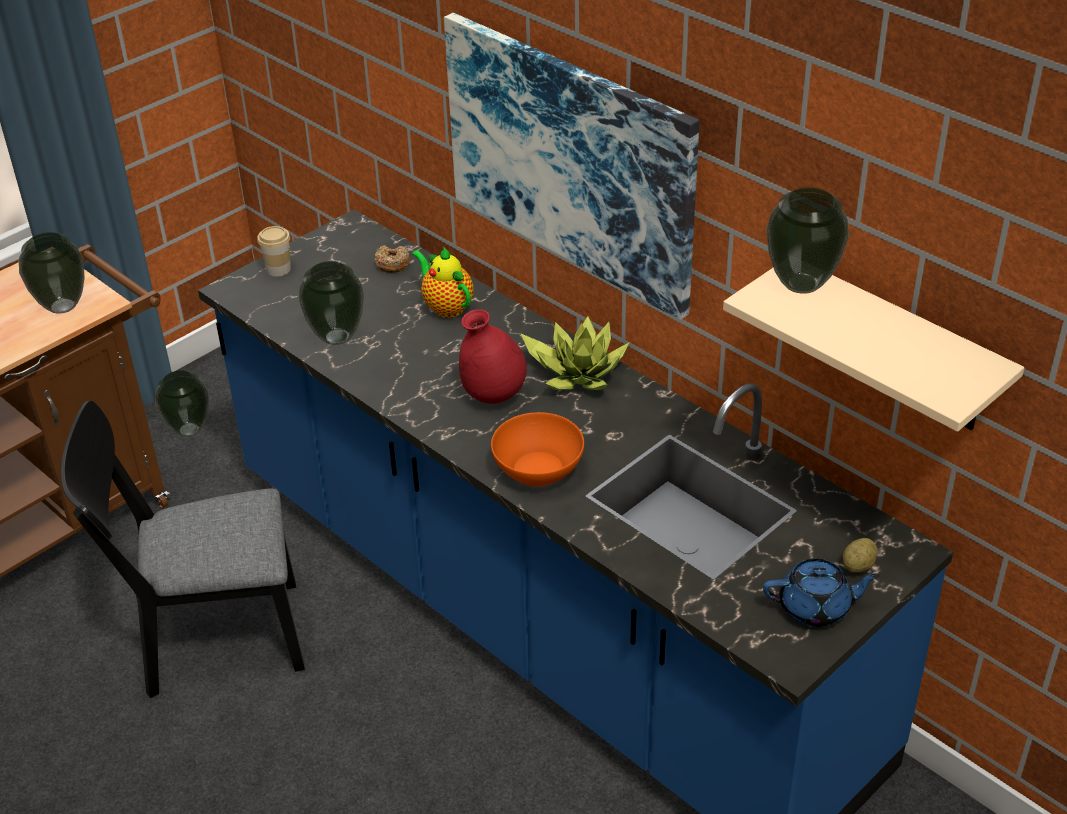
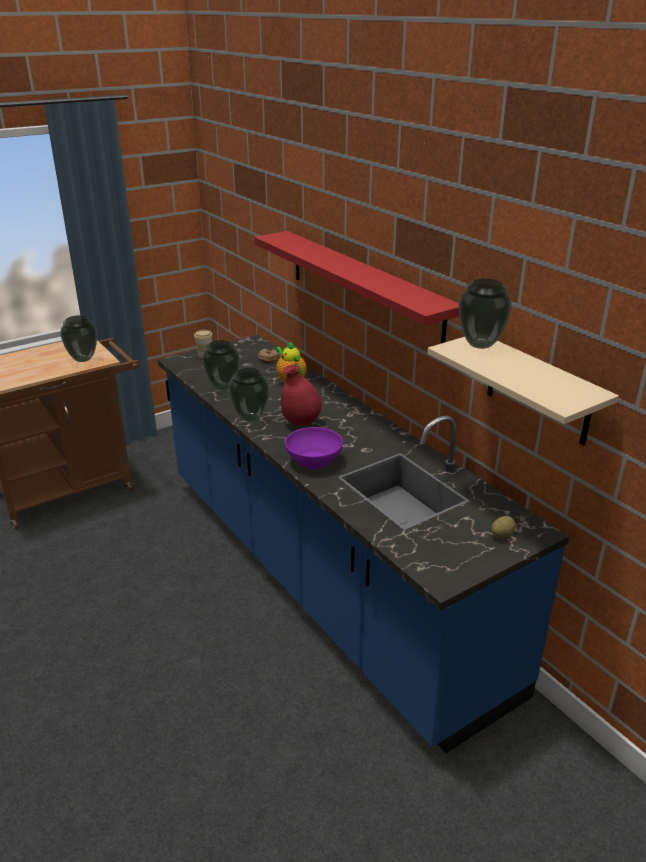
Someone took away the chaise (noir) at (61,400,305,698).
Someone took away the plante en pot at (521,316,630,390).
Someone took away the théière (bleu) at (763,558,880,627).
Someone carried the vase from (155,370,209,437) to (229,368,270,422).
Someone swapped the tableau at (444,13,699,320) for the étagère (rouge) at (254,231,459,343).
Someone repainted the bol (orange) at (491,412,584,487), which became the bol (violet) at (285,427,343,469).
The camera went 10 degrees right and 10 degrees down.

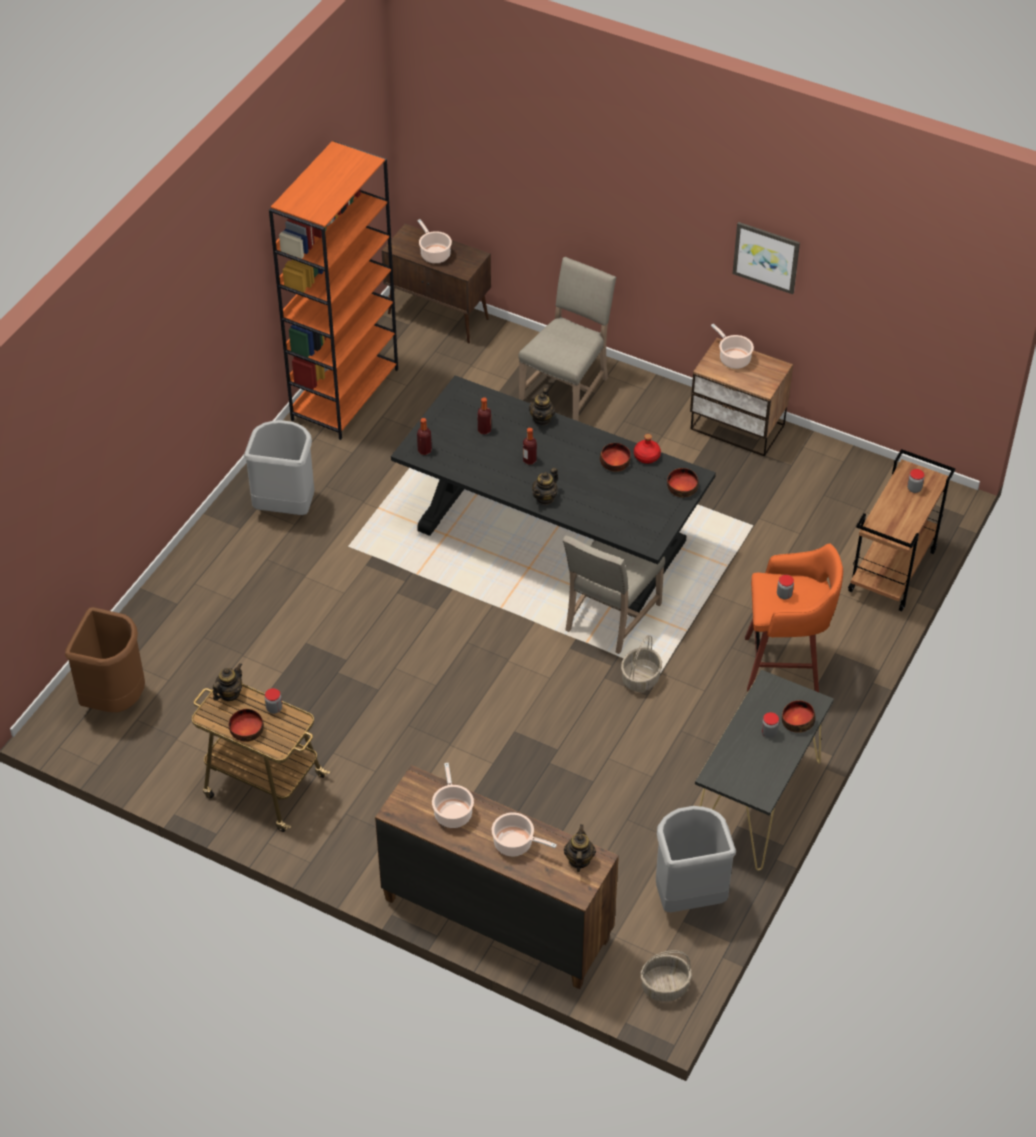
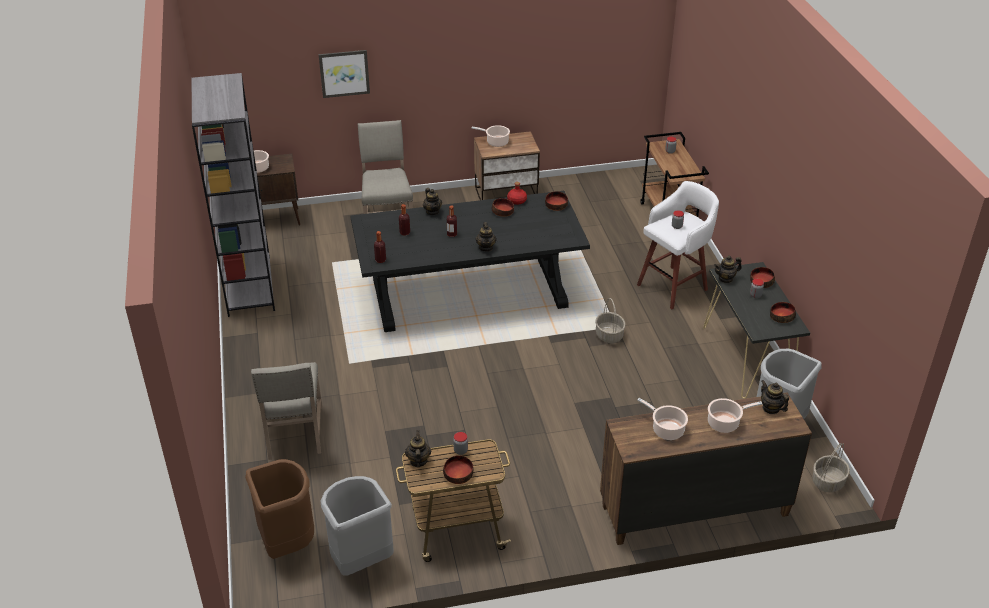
Someone put down the théière at (714,256,742,283).
Someone put down the bol at (770,302,796,323).
Someone carried the poubelle (gris) from (244,420,314,515) to (321,476,394,576).
Someone carried the chaise (beige) from (563,535,665,654) to (251,362,323,460).
Someone carried the tableau from (733,222,800,294) to (318,50,370,98).
Someone repainted the bibliothèque (orange) at (269,141,398,440), which became the bibliothèque (gris) at (191,73,275,317).
Someone repainted the tabouret (orange) at (745,544,843,692), which became the tabouret (blanc) at (637,181,719,309).
The camera went 40 degrees left and 10 degrees down.

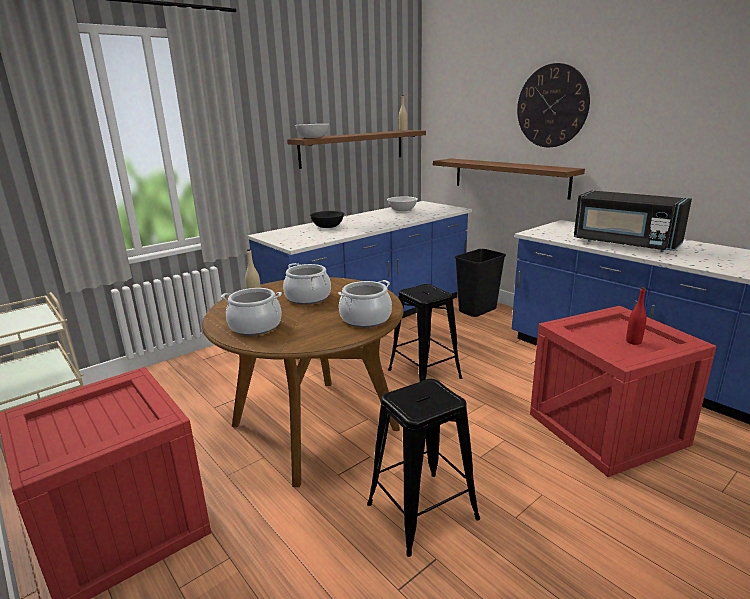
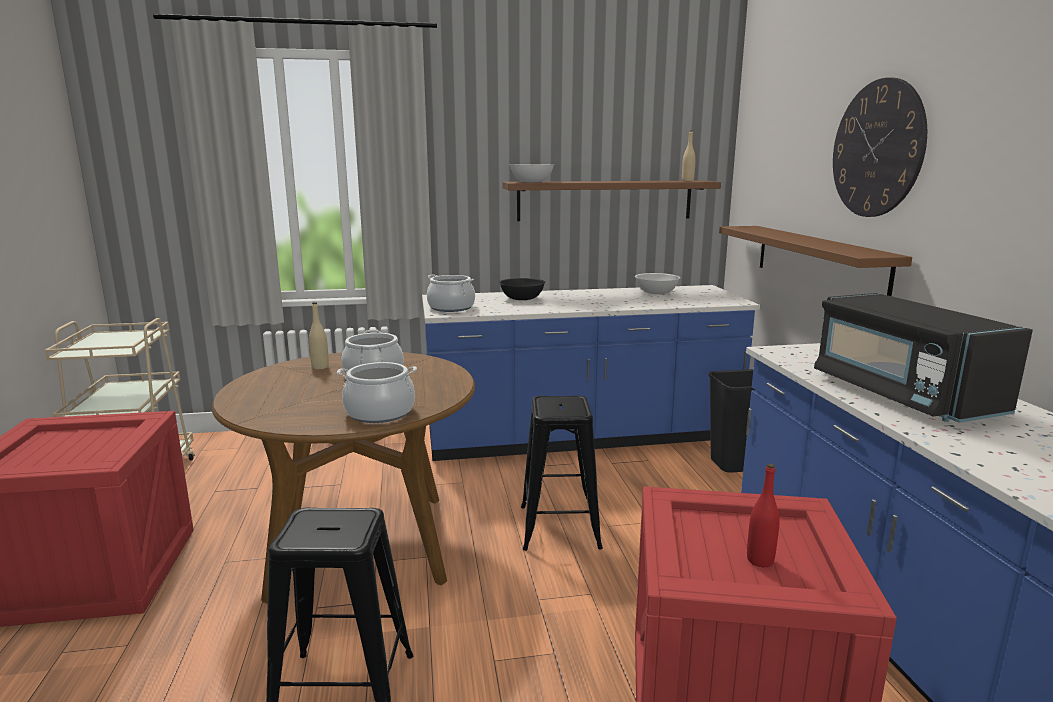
Someone carried the marmite from (221,288,282,335) to (427,274,475,312).
The camera went 30 degrees right and 5 degrees down.

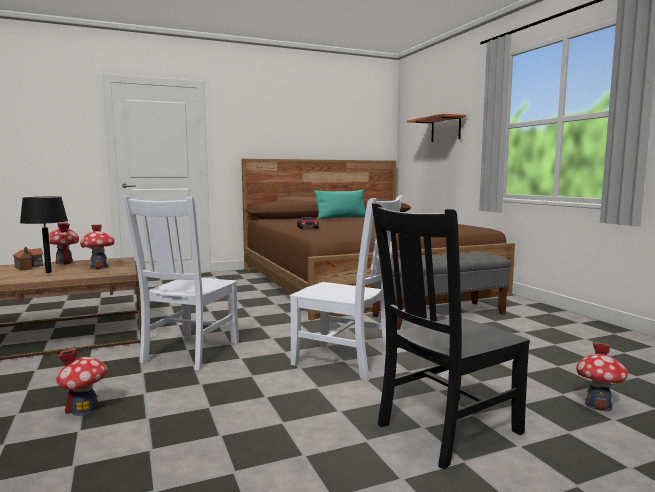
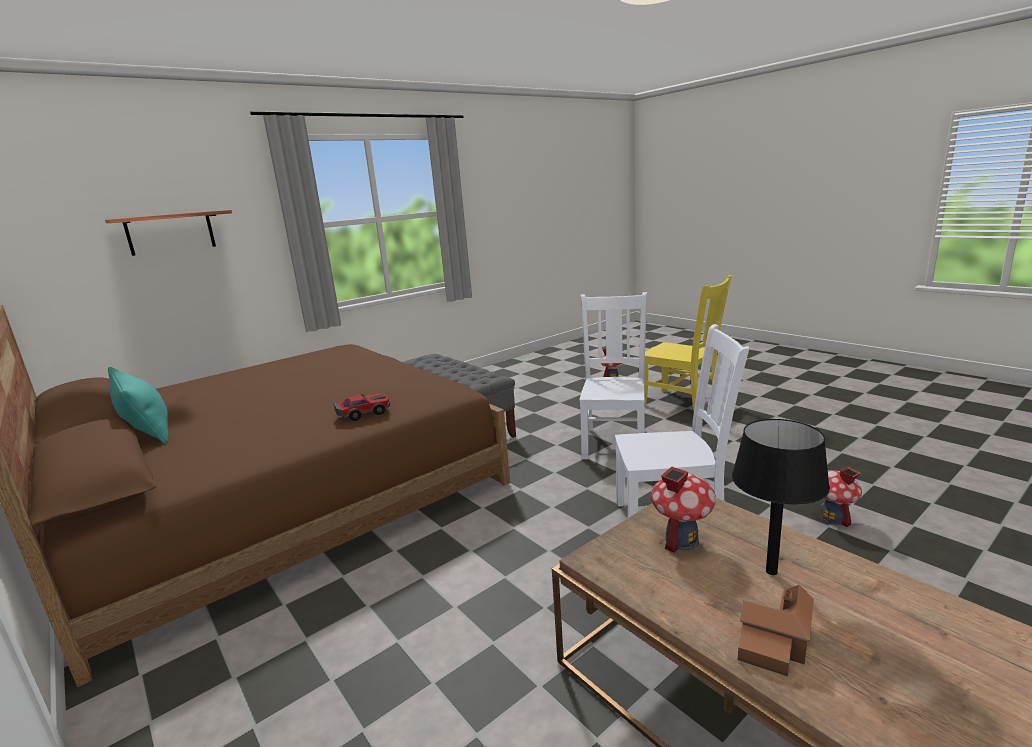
Someone took away the maison miniature at (49,222,79,264).
Someone repainted the chaise (noir) at (372,203,530,469), which became the chaise (jaune) at (644,275,732,410).
The camera went 105 degrees left and 10 degrees up.

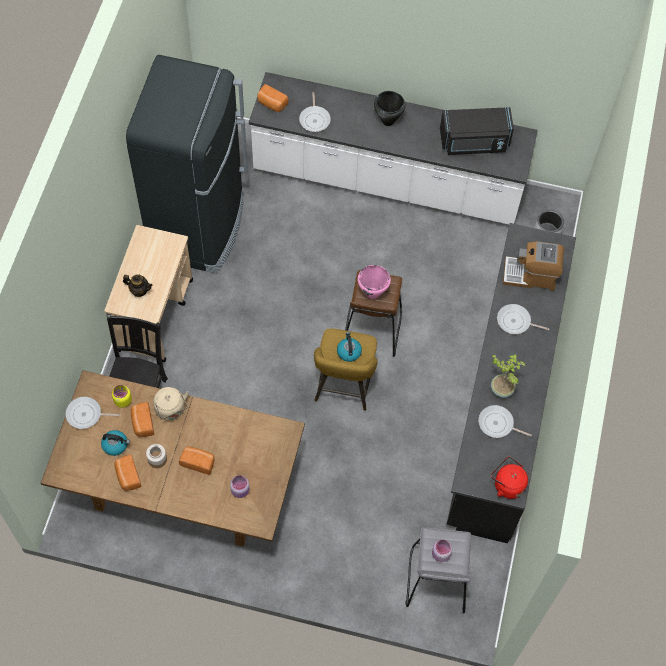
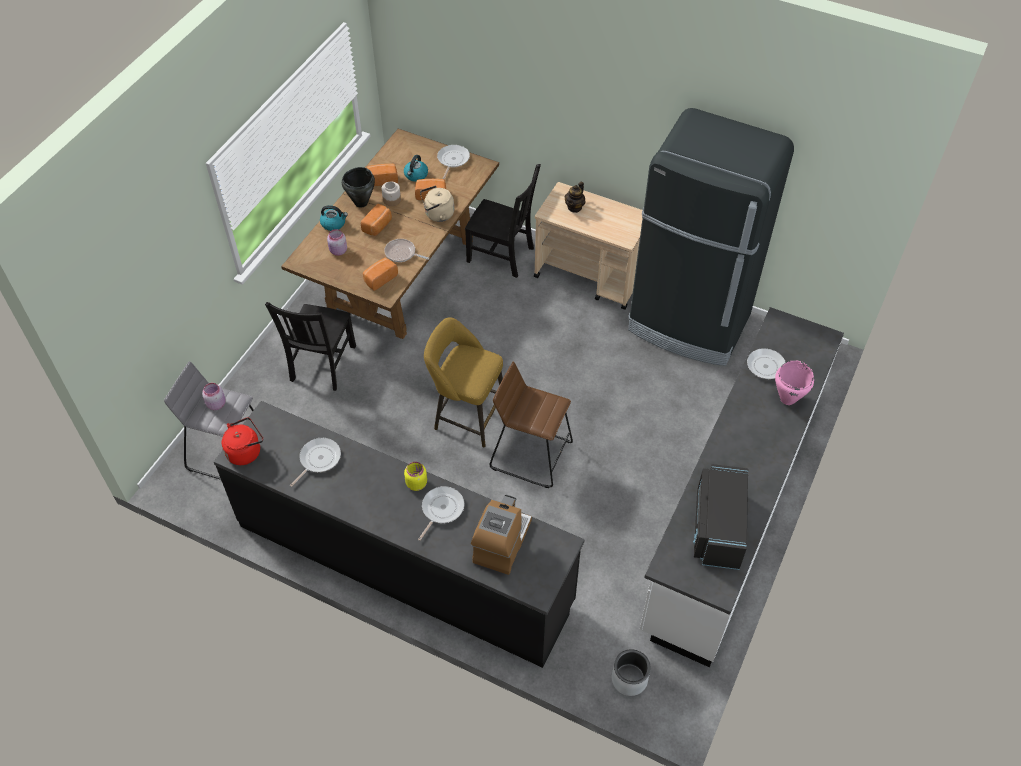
Someone took away the plante en pot at (491,354,526,398).
Someone put down the chaise (noir) at (265,302,356,391).
Someone put down the poêle at (384,239,429,262).
Someone carried the bocal (jaune) from (112,385,132,408) to (404,462,427,491).
Someone carried the pain from (257,84,289,112) to (363,258,398,291).
Someone carried the bouilloire from (337,332,362,362) to (320,205,348,231).
Someone carried the marmite (rose) from (357,265,391,299) to (775,360,814,405).
Someone carried the marmite (noir) from (374,91,406,126) to (342,167,375,208).
The camera went 105 degrees right and 10 degrees down.

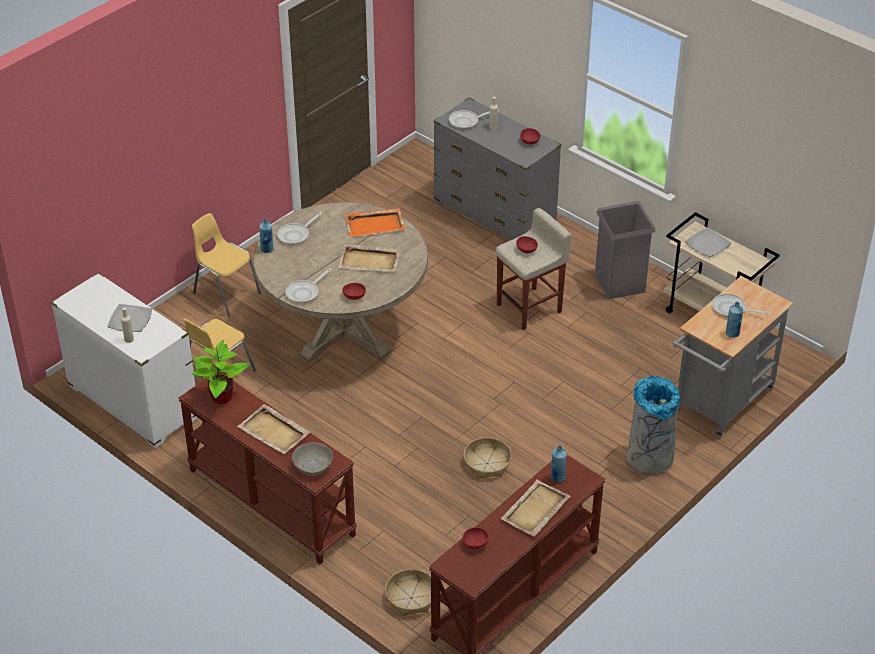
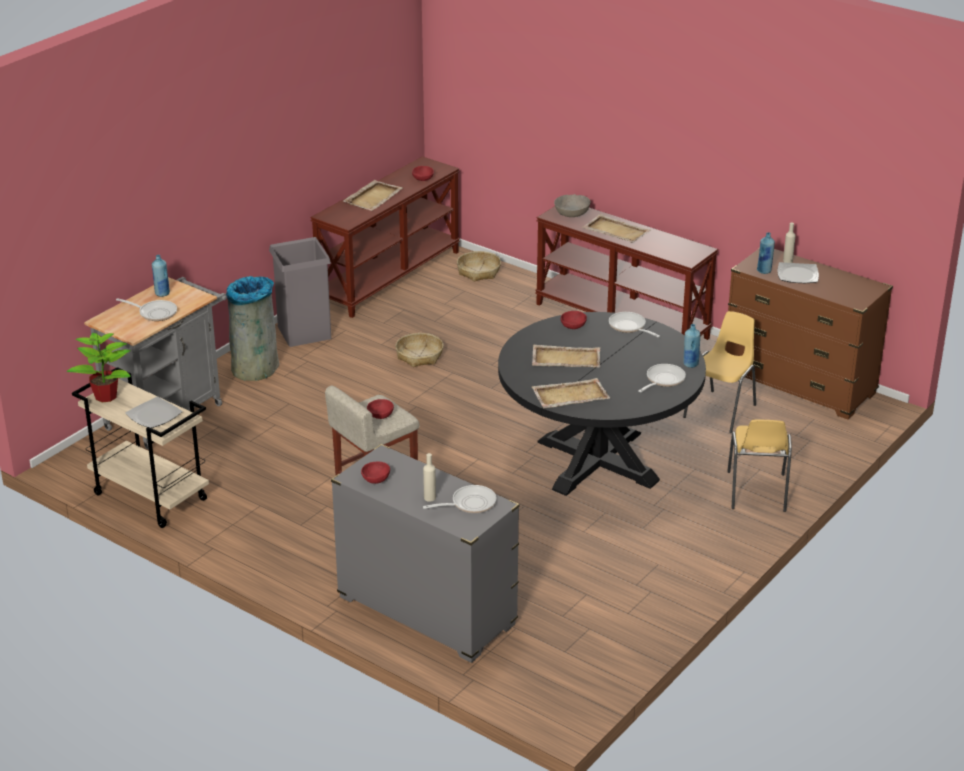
Someone carried the plante en pot from (192,340,250,404) to (66,333,131,402).
Someone carried the bouteille (bleu) from (551,445,567,482) to (757,232,775,274).
Someone carried the poubelle (gris) from (595,201,655,299) to (269,237,331,347).
Someone repainted the commode (blanc) at (51,272,198,448), which became the commode (marron) at (725,247,893,420).
Someone repainted the table à manger (beige) at (253,202,428,362), which became the table à manger (noir) at (498,312,706,496).
Someone repainted the plateau (orange) at (345,208,405,237), which became the plateau (beige) at (532,378,610,408).
Someone rotated the chaise (jaune) at (192,213,261,316) by 60 degrees clockwise.
Someone rotated the poêle at (285,268,332,303) by 75 degrees counterclockwise.
The camera went 175 degrees right and 10 degrees down.

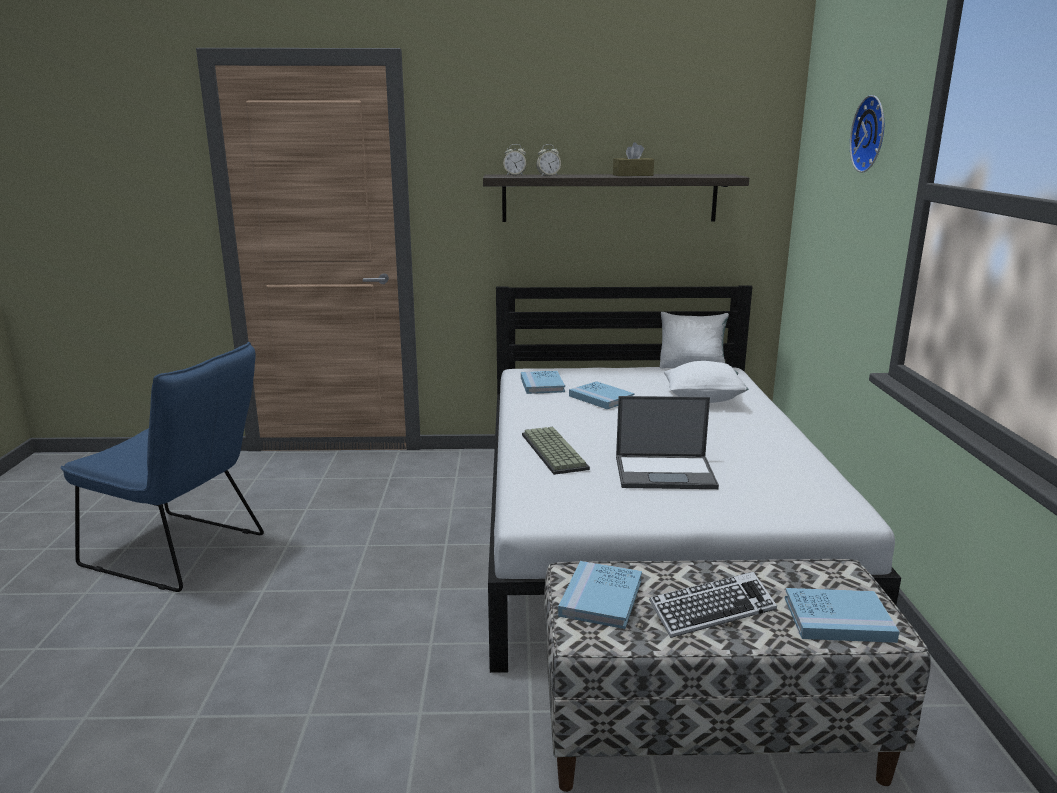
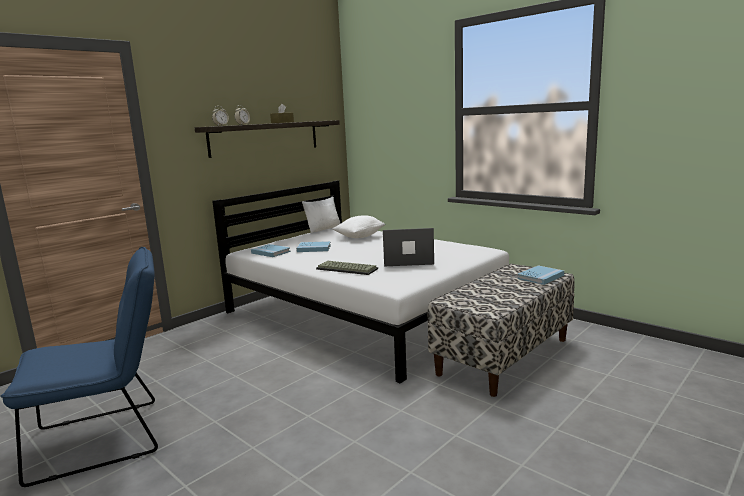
Someone took away the livre (bleu) at (558,561,642,629).
Someone took away the clavier at (649,572,777,638).
Someone took away the horloge murale at (850,95,884,173).
Someone rotated the ordinateur portable at (616,396,719,489) by 135 degrees counterclockwise.
The camera went 45 degrees left and 5 degrees down.

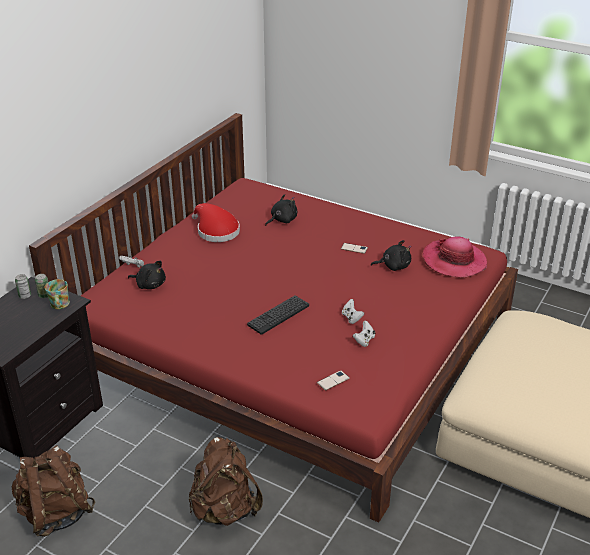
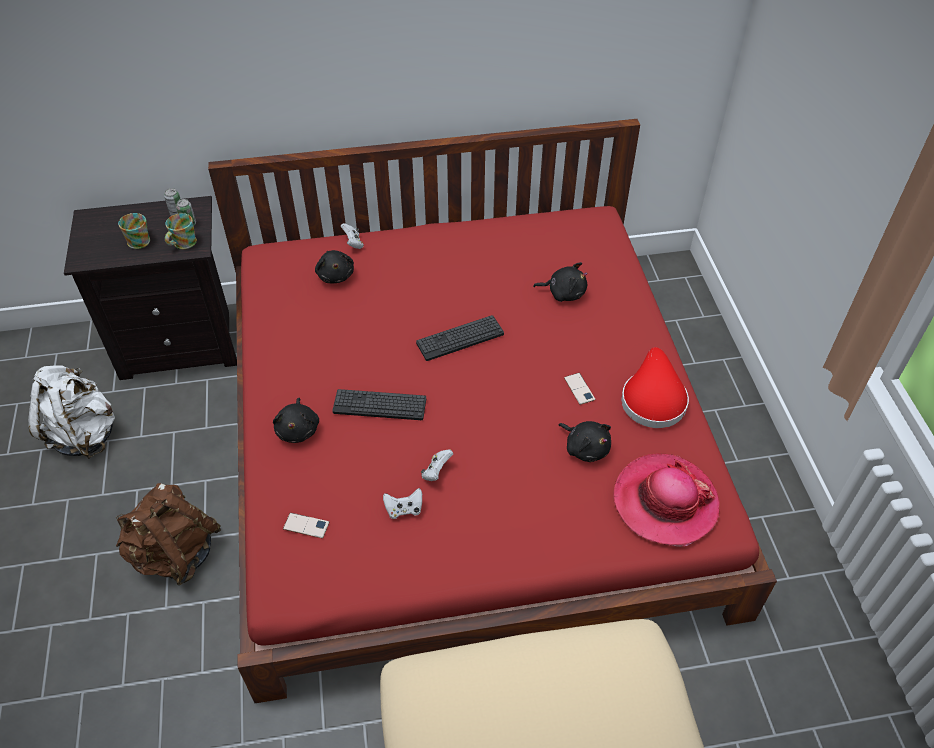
Someone put down the mug at (118,213,150,249).
Someone put down the peluche (noir) at (273,398,319,443).
Someone put down the clavier at (416,315,504,361).
Someone carried the chapeau (rouge) from (192,203,240,242) to (621,347,689,428).
Someone repainted the sac à dos (marron) at (12,445,95,537), which became the sac à dos (blanc) at (28,365,115,459).
The camera went 50 degrees right and 15 degrees up.

